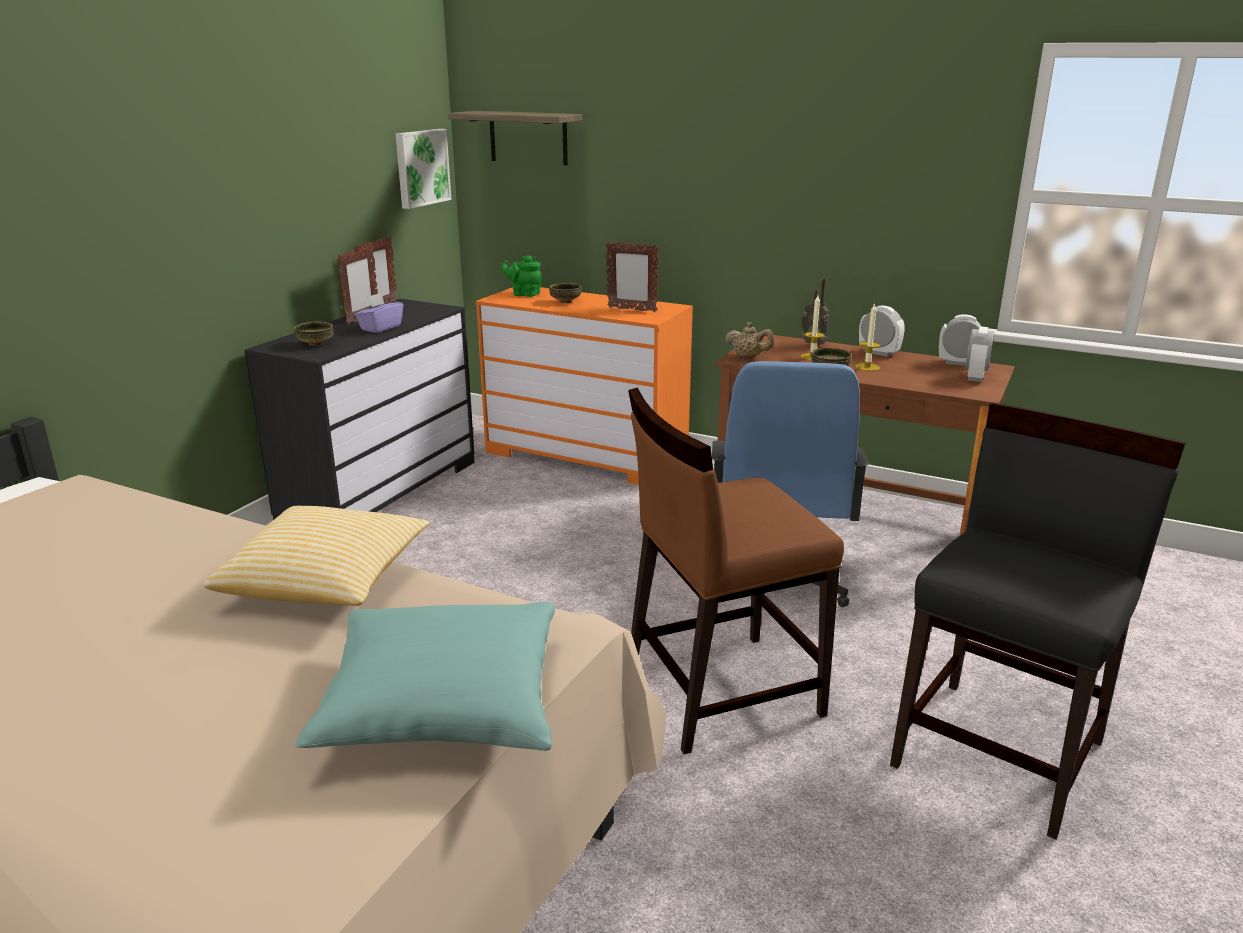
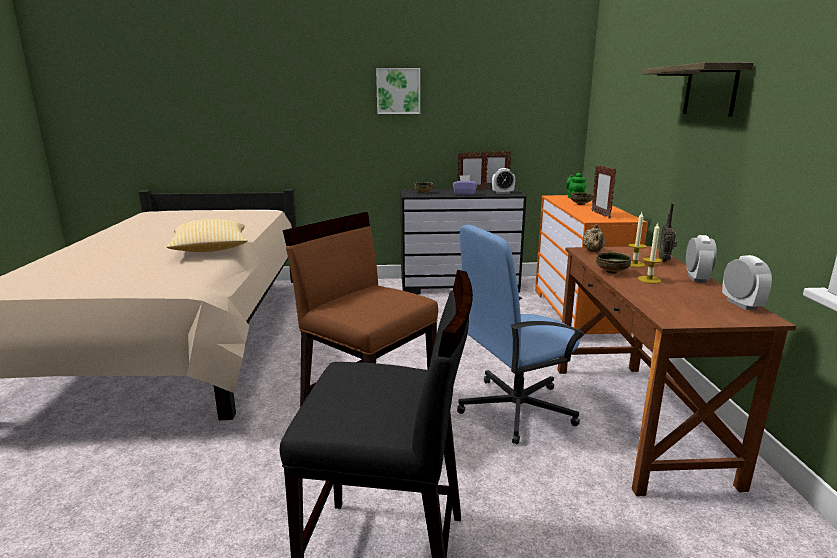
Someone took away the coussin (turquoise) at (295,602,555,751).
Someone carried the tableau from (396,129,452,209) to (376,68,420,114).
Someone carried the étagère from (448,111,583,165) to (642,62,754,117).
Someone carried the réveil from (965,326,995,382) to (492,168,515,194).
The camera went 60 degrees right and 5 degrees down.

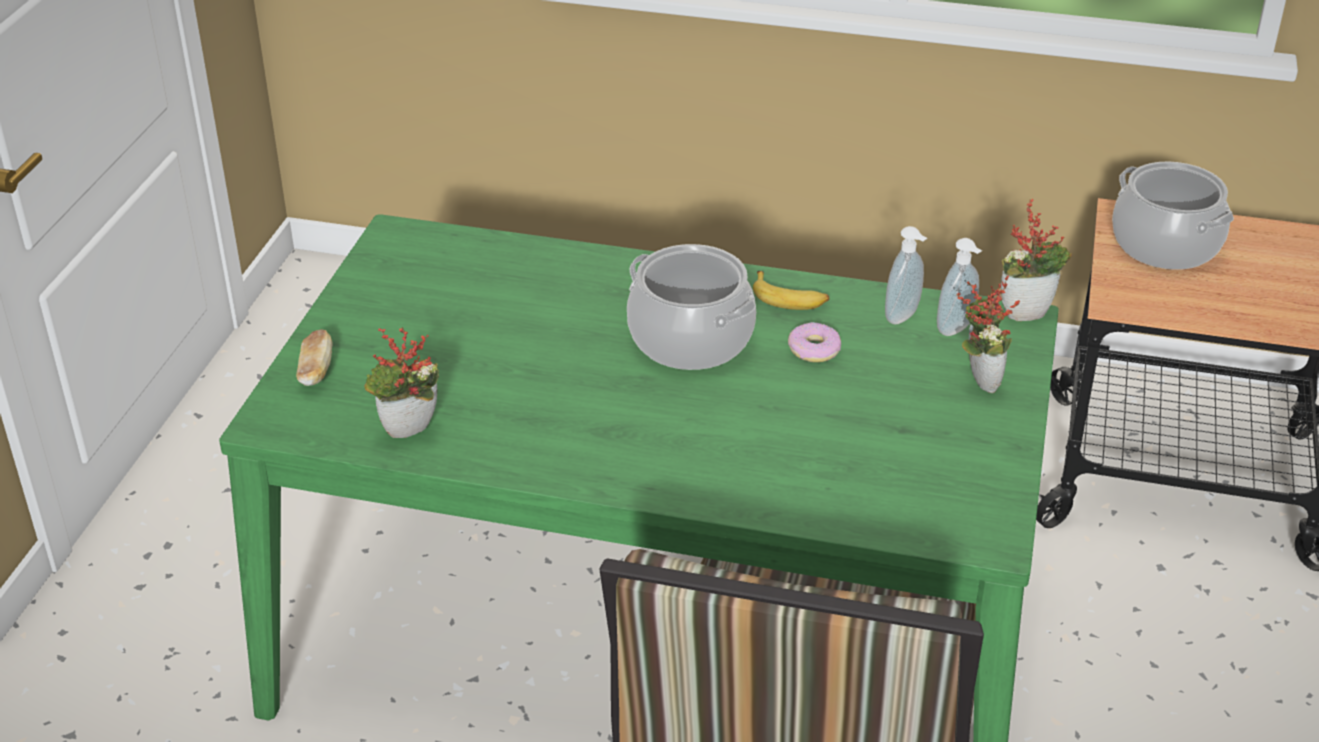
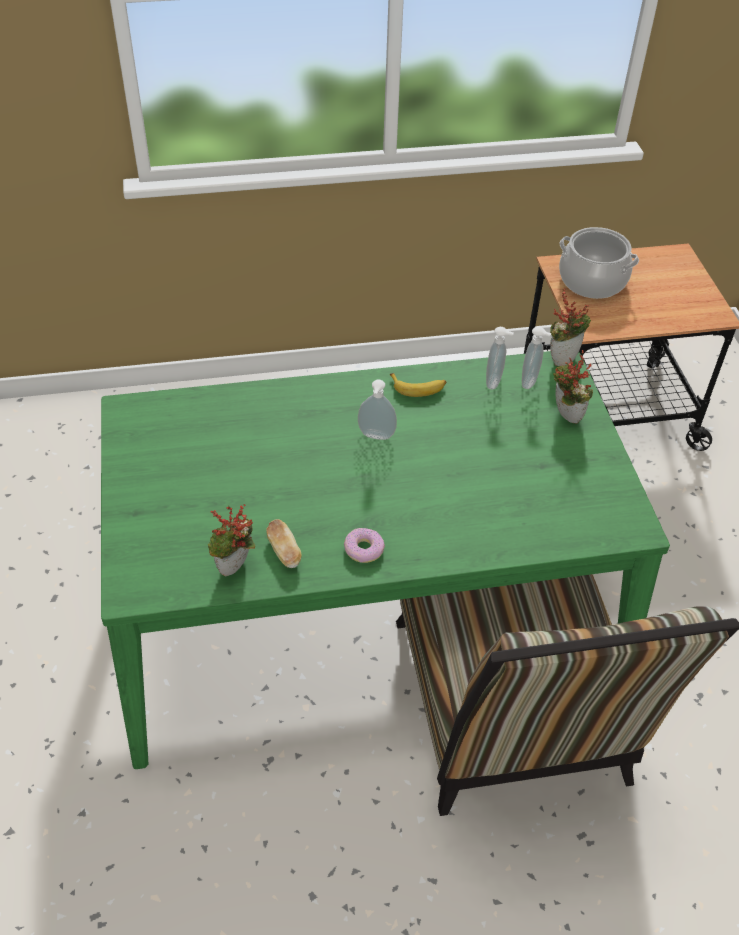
Someone carried the pain from (296,329,332,386) to (267,519,302,568).
Someone carried the beignet from (788,322,841,362) to (344,528,385,563).
Someone swapped the marmite at (627,244,756,370) for the distributeur de savon at (358,380,397,440).
The camera went 25 degrees left and 10 degrees up.

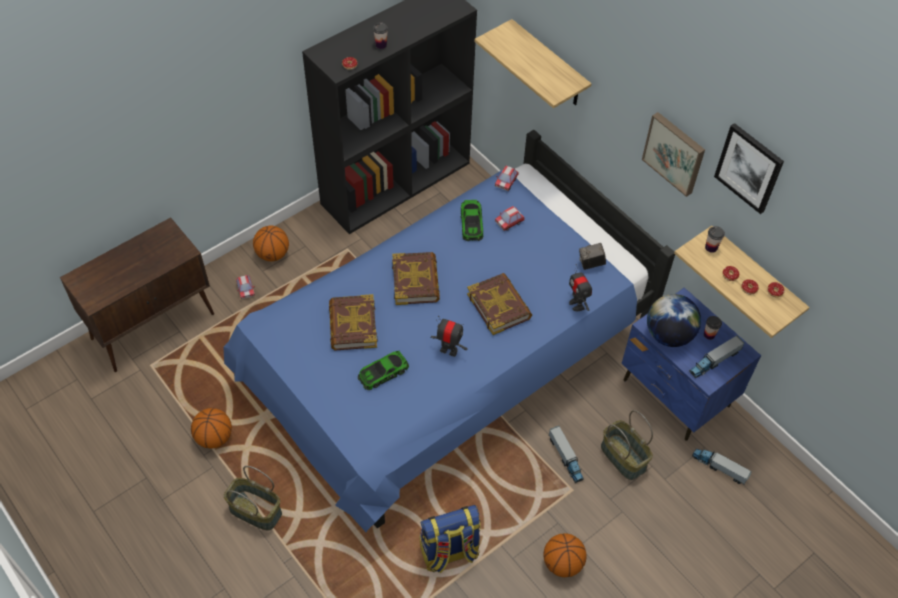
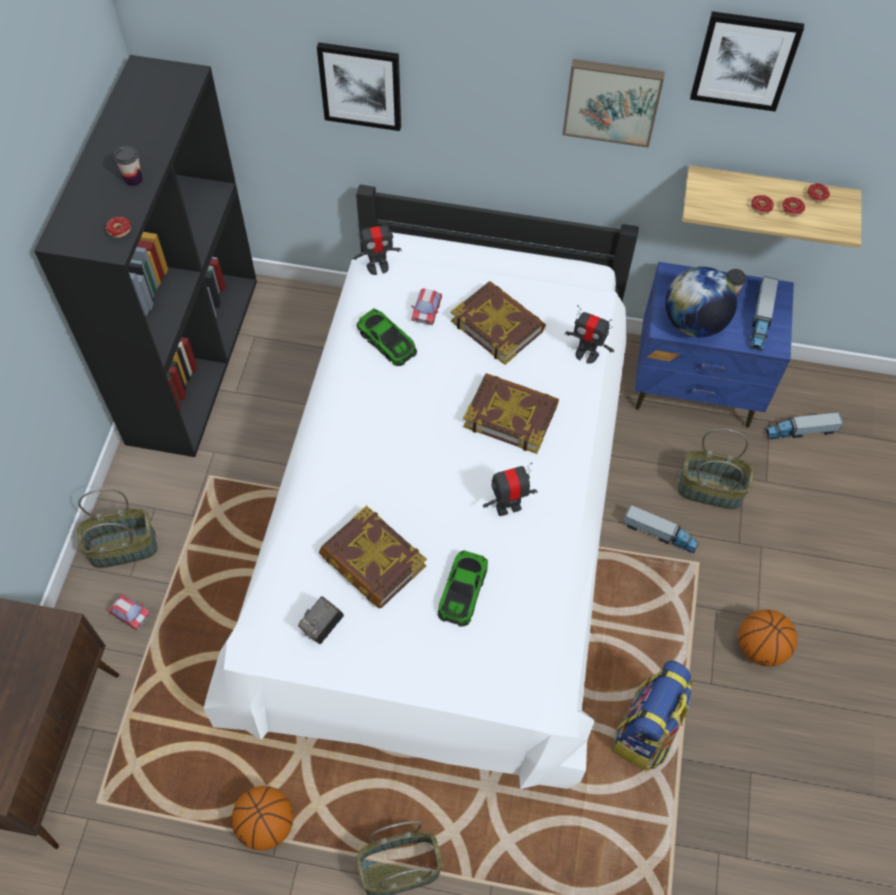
Someone took away the tasse at (705,226,725,253).
Someone carried the livre from (392,252,440,305) to (451,281,546,365).
Someone carried the appareil photo from (579,243,606,270) to (298,596,344,644).
Someone swapped the ballon de basket at (253,226,289,261) for the panier at (77,489,157,568).
Someone swapped the étagère at (474,19,592,108) for the tableau at (317,42,401,131).
Someone swapped the petite voiture at (495,166,519,191) for the robot jouet at (352,220,402,275).
Someone repainted the lit (bleu) at (224,130,675,532), which became the lit (blanc) at (204,185,639,789).
The camera went 40 degrees left and 5 degrees up.

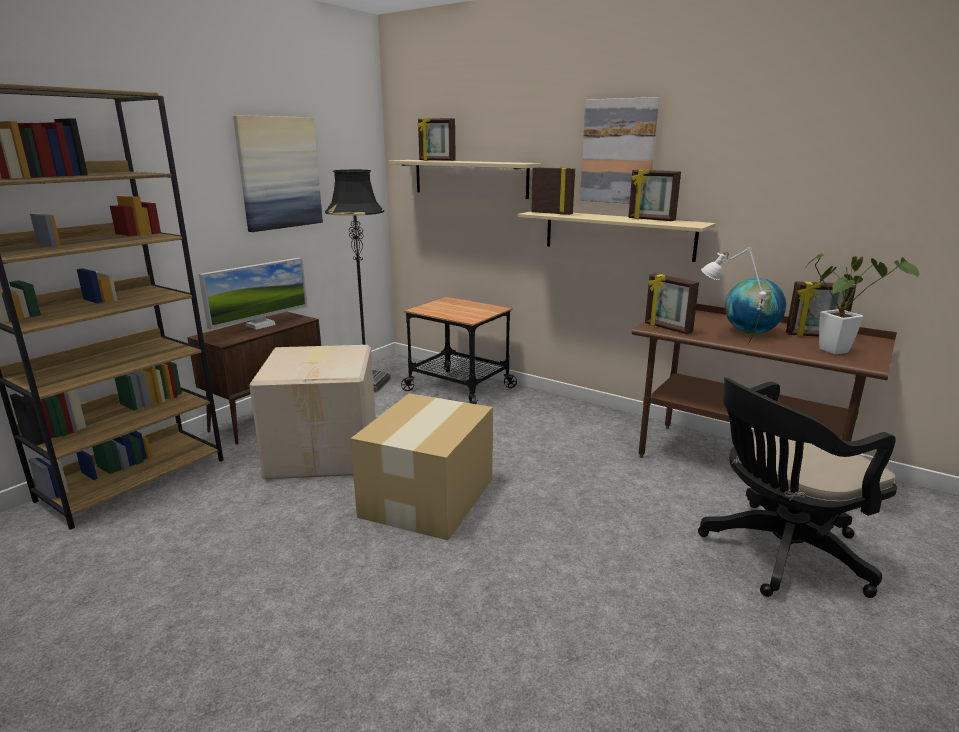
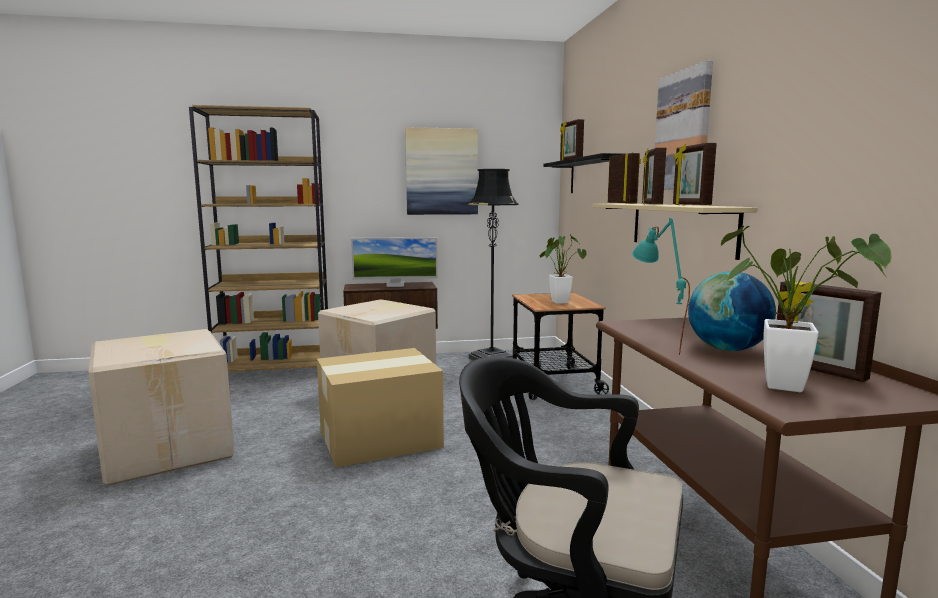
Someone put down the carton at (89,329,235,486).
Someone put down the plante en pot at (540,234,587,304).
Someone carried the cadre photo from (645,273,699,334) to (642,147,666,205).
Someone repainted the étagère (beige) at (389,160,541,199), which became the étagère (noir) at (543,153,625,193).
Someone repainted the lampe de table (blanc) at (701,247,766,343), which became the lampe de table (turquoise) at (632,218,690,355).
The camera went 45 degrees right and 10 degrees down.

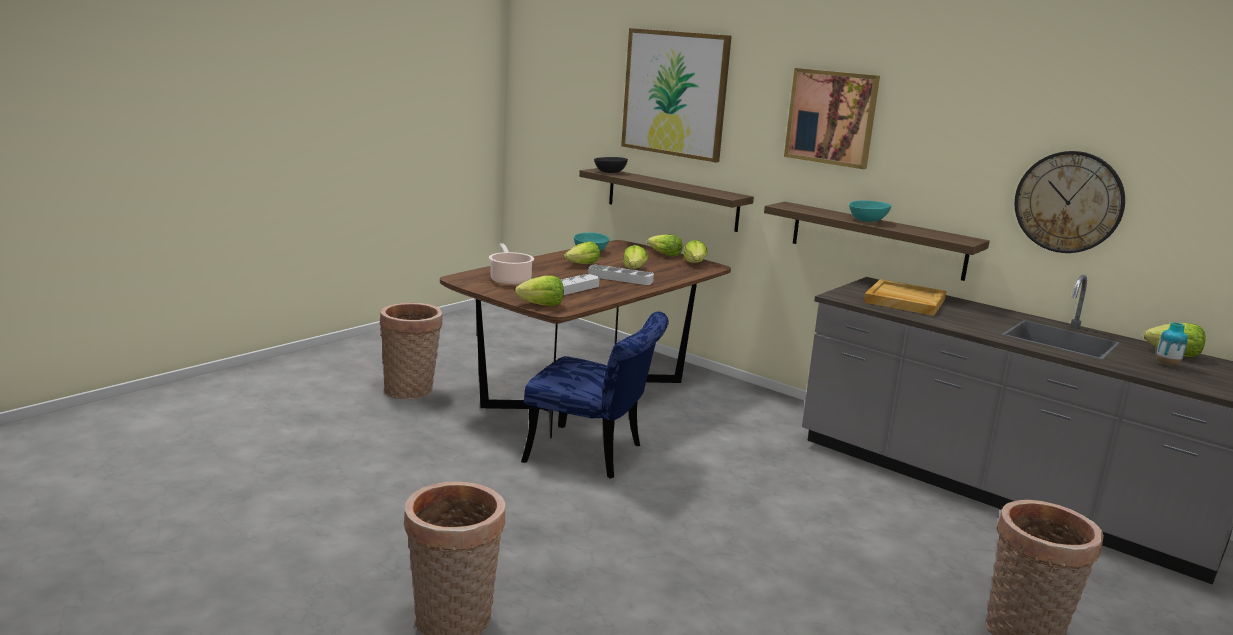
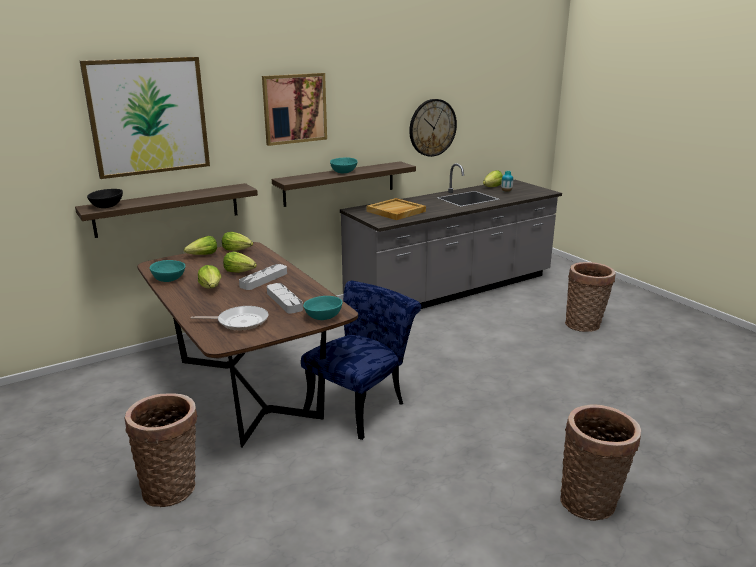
Someone swapped the marmite at (489,244,534,285) for the poêle at (191,306,269,331).
Someone swapped the laitue at (515,275,564,306) for the bol (turquoise) at (303,296,343,320).
The camera went 70 degrees left and 5 degrees up.

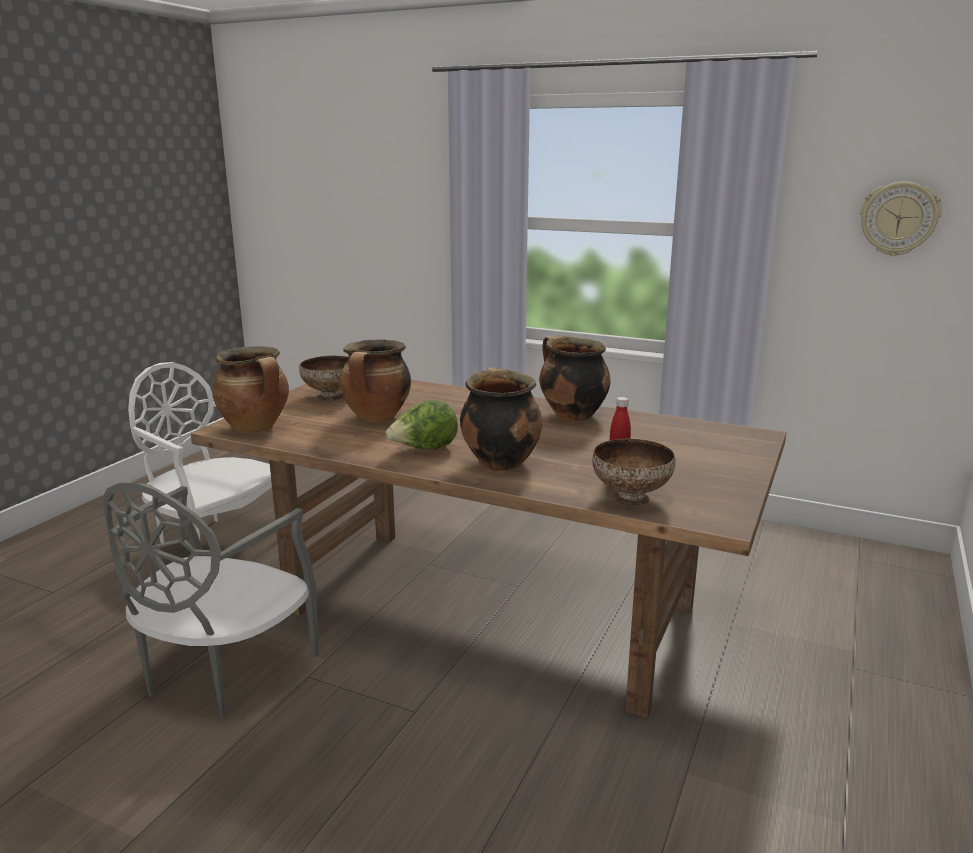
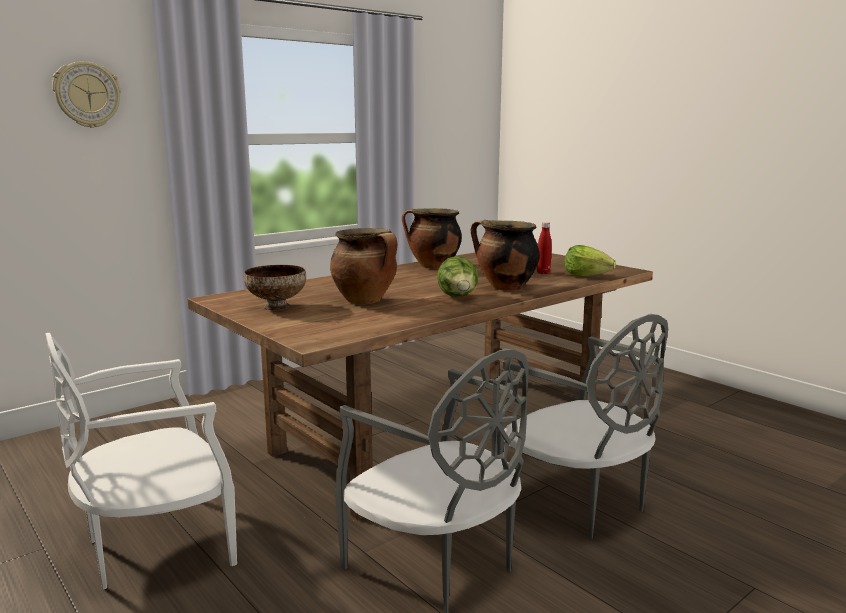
Someone took away the marmite at (212,346,289,434).
Someone put down the chaise (gris) at (497,314,668,539).
Someone carried the horloge murale from (860,181,942,256) to (52,61,121,128).
Someone swapped the bol at (592,439,676,506) for the laitue at (564,245,616,277).
The camera went 65 degrees left and 5 degrees down.

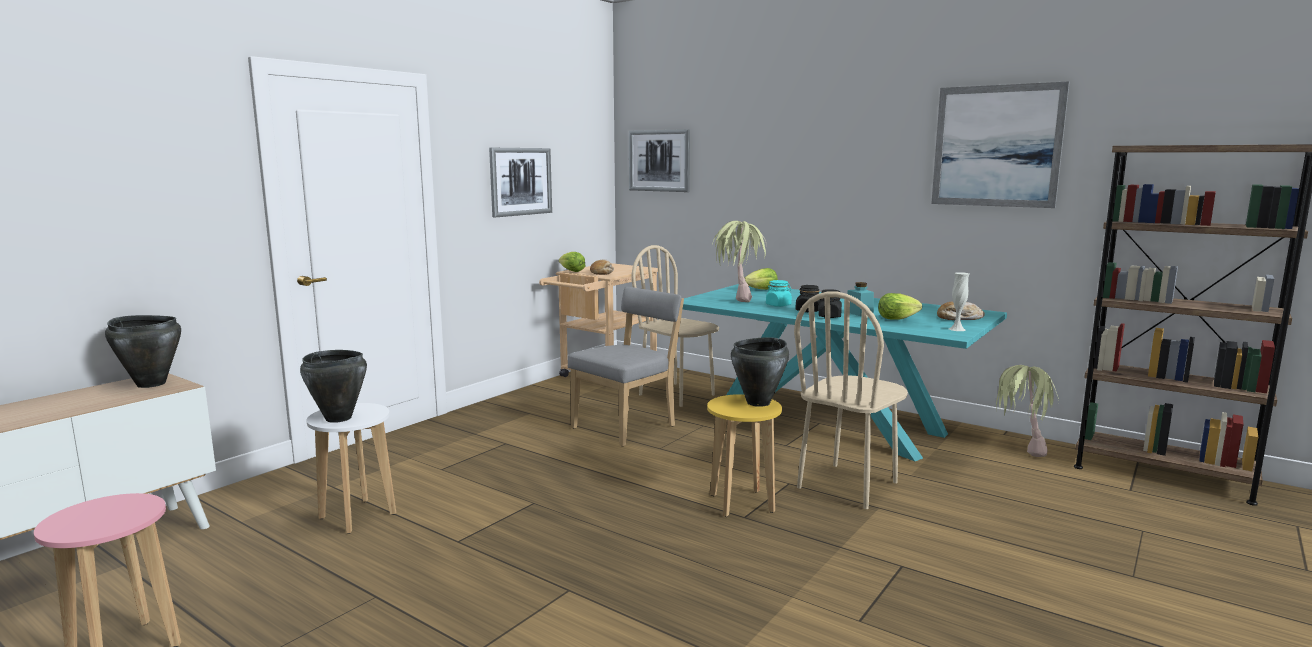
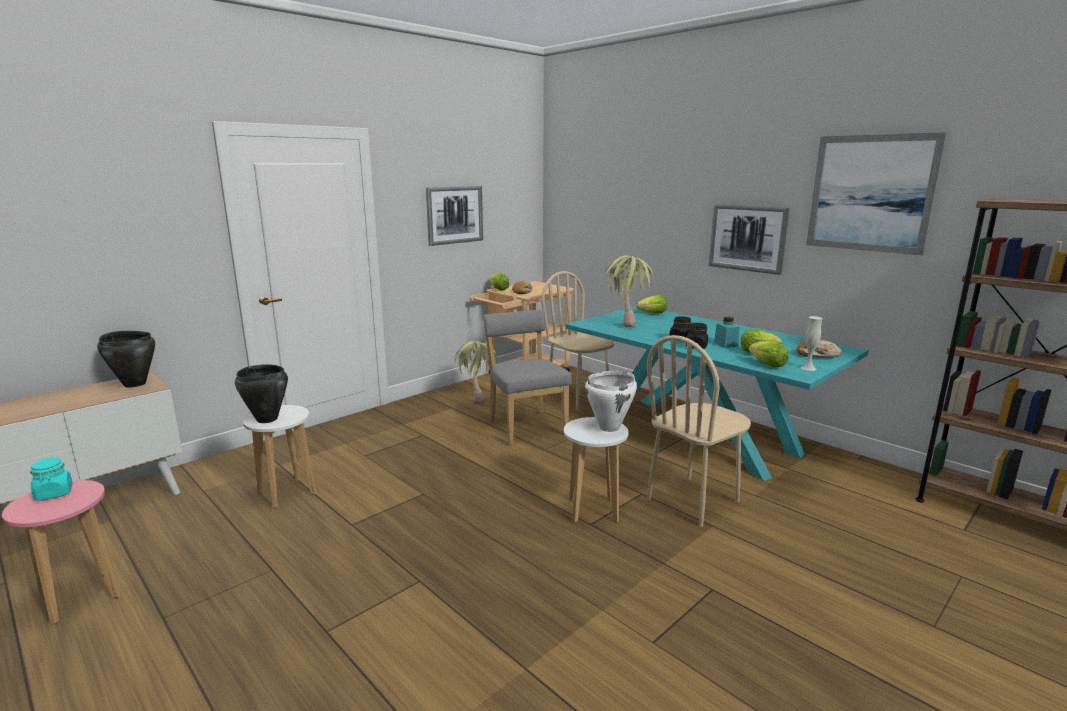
Someone put down the laitue at (749,341,789,368).
Someone carried the tableau from (629,129,690,192) to (709,204,790,275).
Someone carried the bocal (turquoise) from (766,280,792,307) to (30,457,73,501).
Someone carried the plante en pot from (996,365,1059,457) to (454,341,497,404).
Someone repainted the tabouret (jaune) at (707,394,782,517), which became the tabouret (blanc) at (564,417,629,523).
Someone repainted the marmite (noir) at (731,337,789,407), which became the marmite (blanc) at (585,371,637,432).
Someone rotated the chaise (gris) at (568,287,684,447) by 75 degrees counterclockwise.
The camera went 10 degrees right and 5 degrees up.

